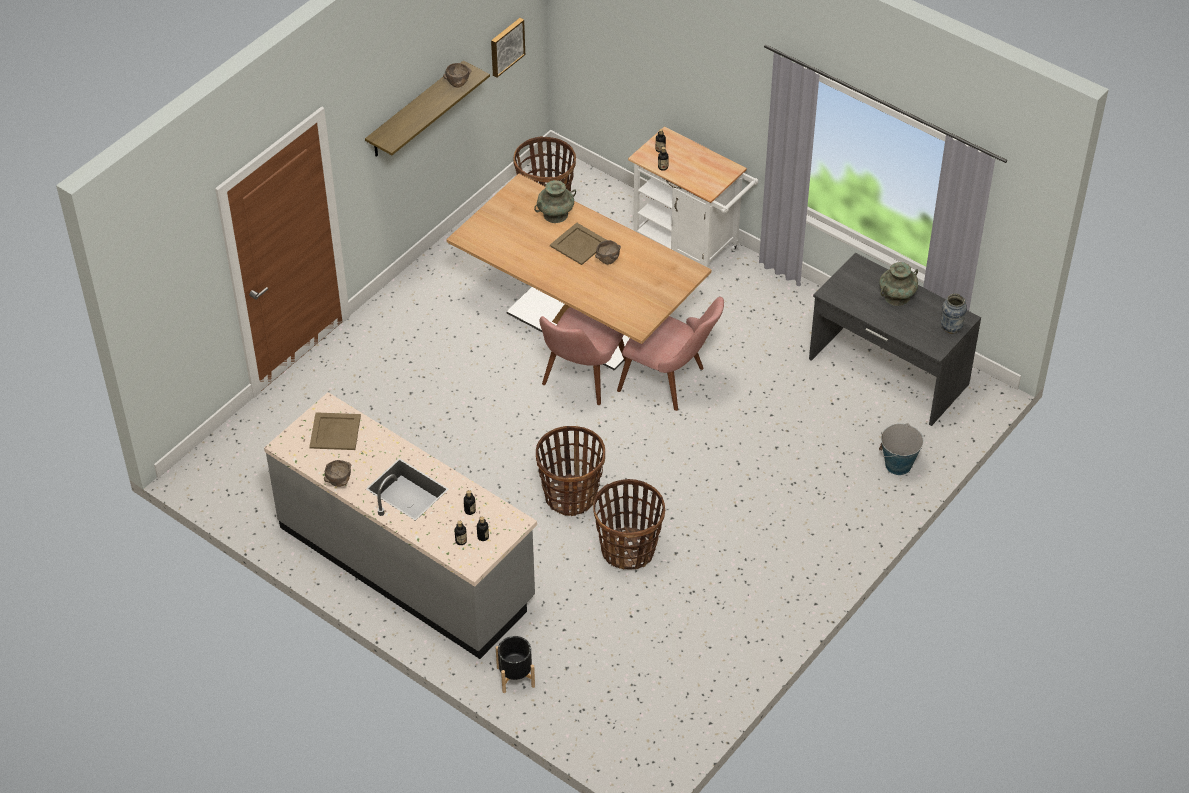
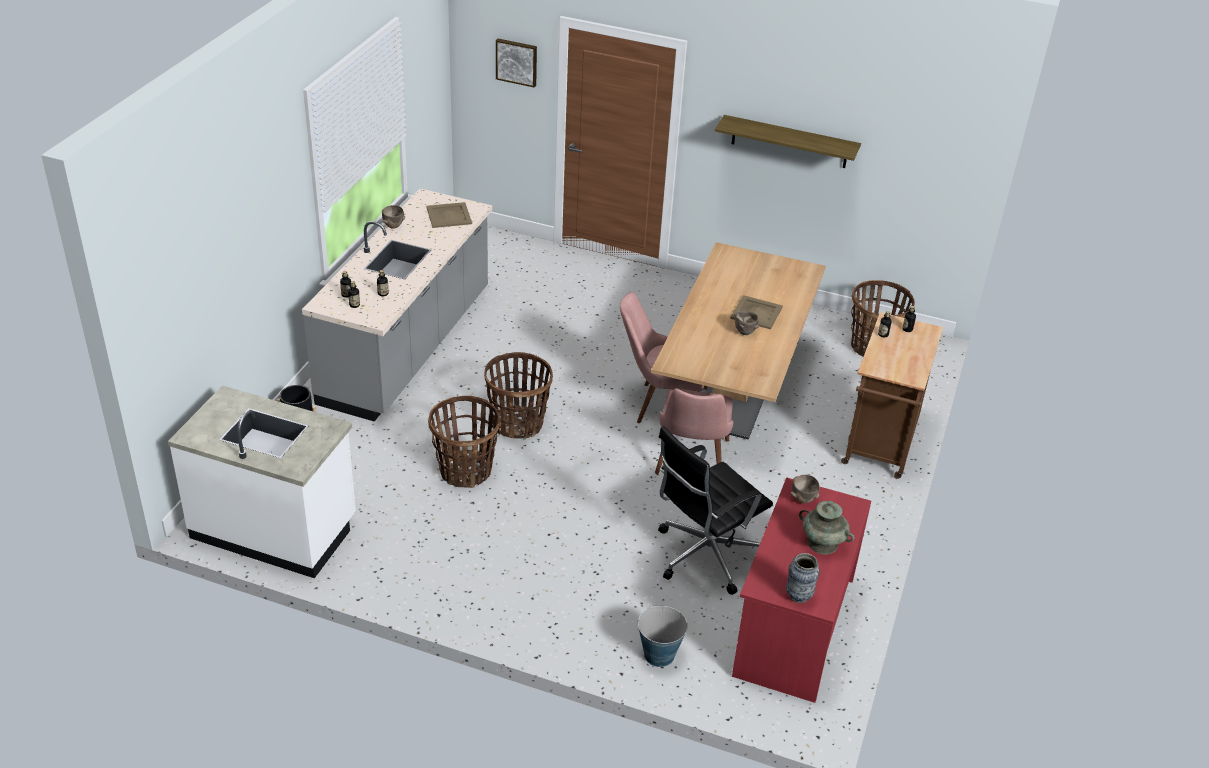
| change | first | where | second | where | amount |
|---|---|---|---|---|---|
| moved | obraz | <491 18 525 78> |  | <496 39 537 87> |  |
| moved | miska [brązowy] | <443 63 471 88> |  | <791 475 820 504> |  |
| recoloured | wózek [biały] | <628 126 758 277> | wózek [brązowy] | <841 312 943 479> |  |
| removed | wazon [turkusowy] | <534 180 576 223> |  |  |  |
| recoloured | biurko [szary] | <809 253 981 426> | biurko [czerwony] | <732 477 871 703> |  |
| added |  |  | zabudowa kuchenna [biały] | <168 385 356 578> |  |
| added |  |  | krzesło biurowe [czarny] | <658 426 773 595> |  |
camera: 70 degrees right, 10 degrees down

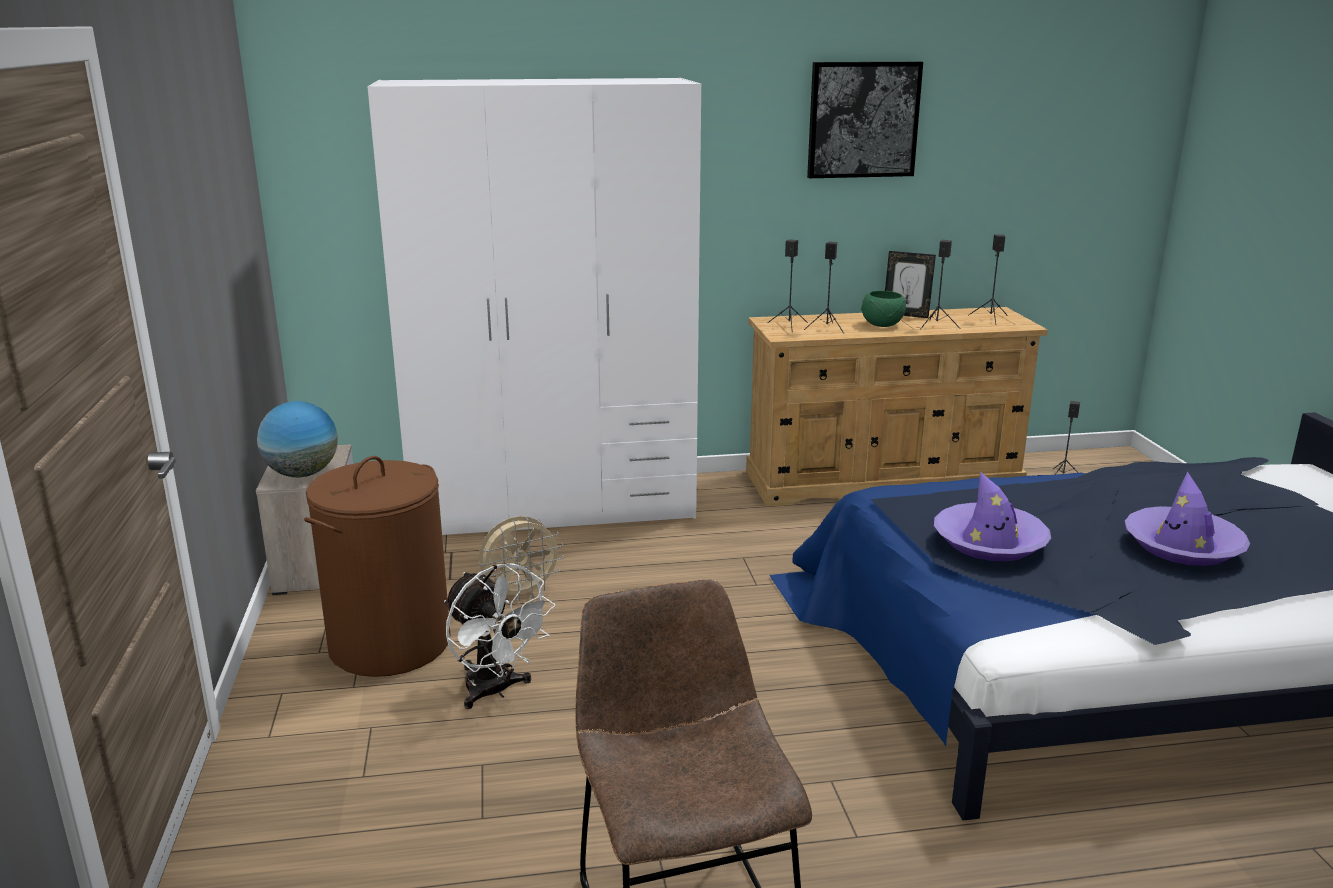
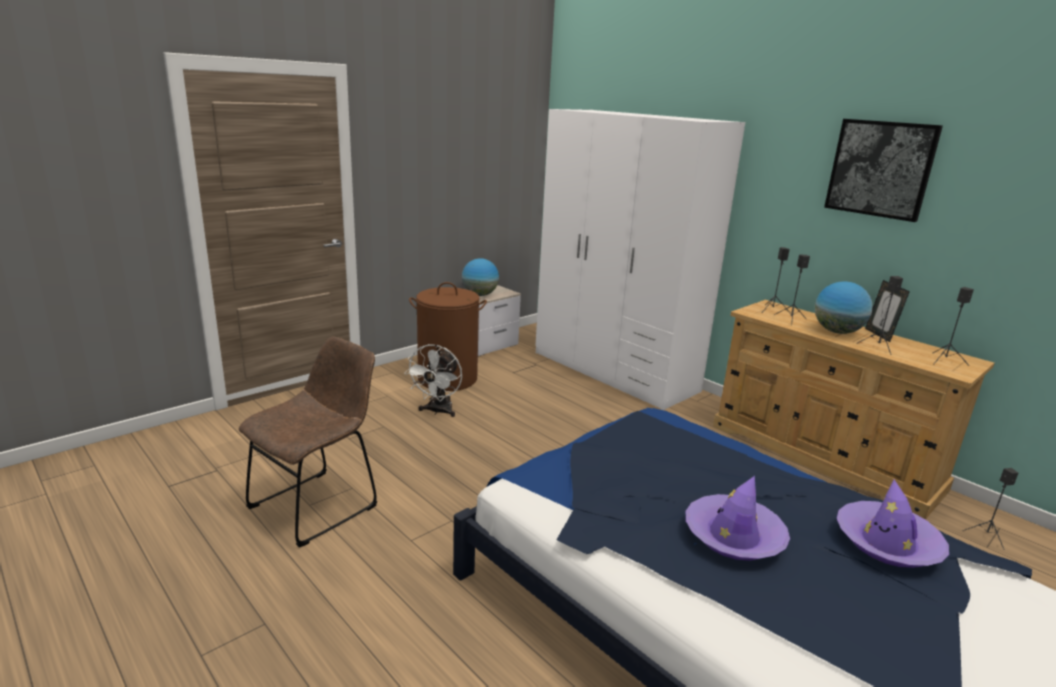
| change | first | where | second | where | amount |
|---|---|---|---|---|---|
| replaced | miska [zielony] | <861 291 906 327> | globus | <815 281 873 334> |  |
| moved | kapelusz [fioletowy] | <934 472 1051 561> |  | <837 479 949 568> |  |
| removed | wentylator [beżowy] | <478 516 564 601> |  |  |  |
camera: 55 degrees right, 0 degrees up

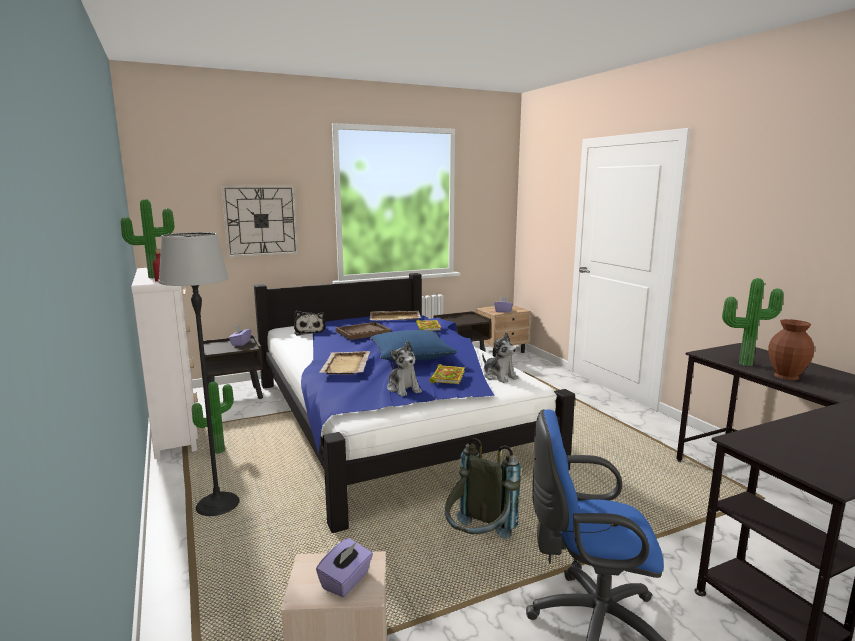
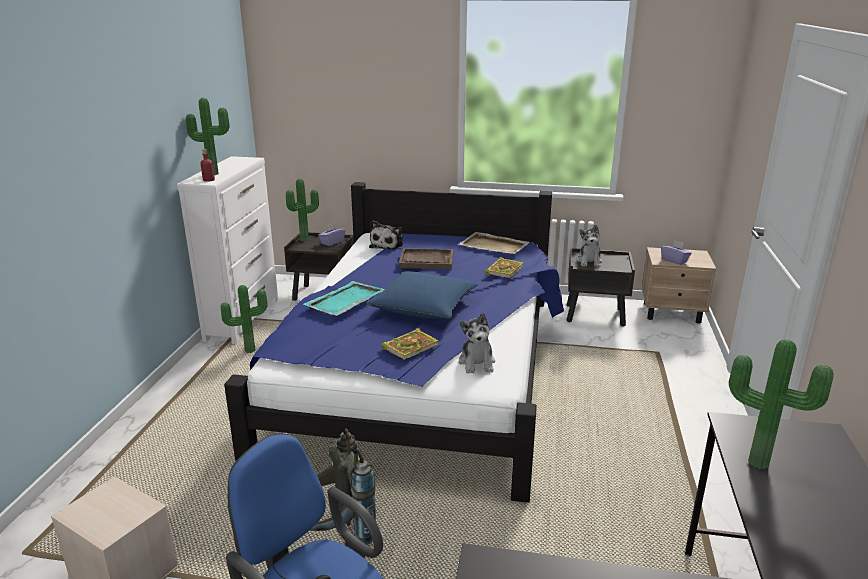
| change | first | where | second | where | amount |
|---|---|---|---|---|---|
| removed | zegar ścienny | <221 185 298 258> |  |  |  |
| removed | lampa stojąca | <159 232 240 516> |  |  |  |
| removed | wazon [brązowy] | <768 319 814 380> |  |  |  |
| moved | pluszak | <387 341 422 397> |  | <577 225 602 267> |  |
| recoloured | taca [beżowy] | <319 351 370 375> | taca [turkusowy] | <303 281 384 316> |  |
| removed | pudełko chusteczek [fioletowy] | <316 538 373 597> |  |  |  |
| added |  |  | roślina doniczkowa | <286 179 319 241> |  |
camera: 35 degrees right, 10 degrees up

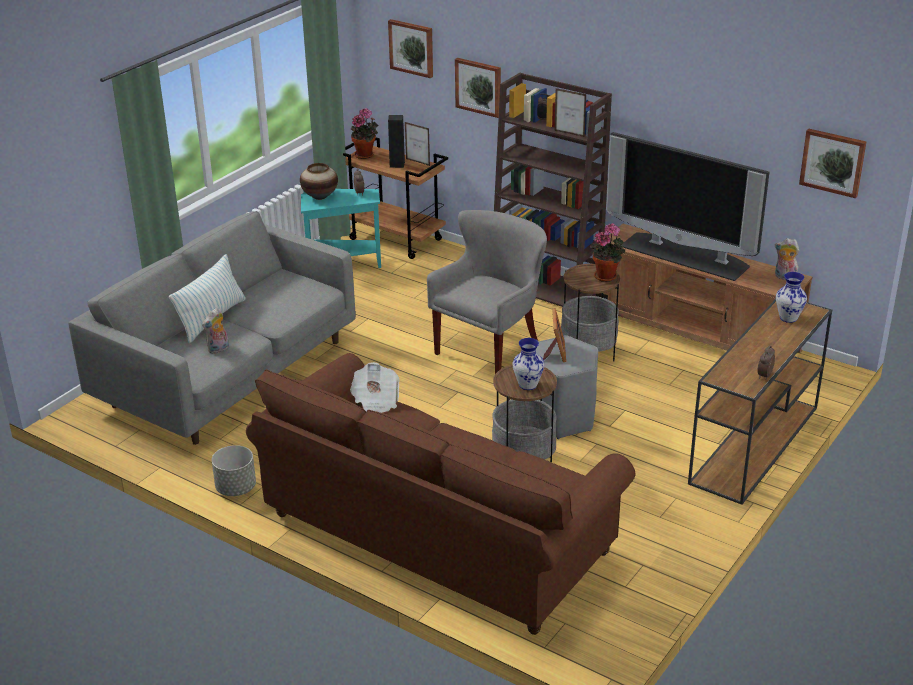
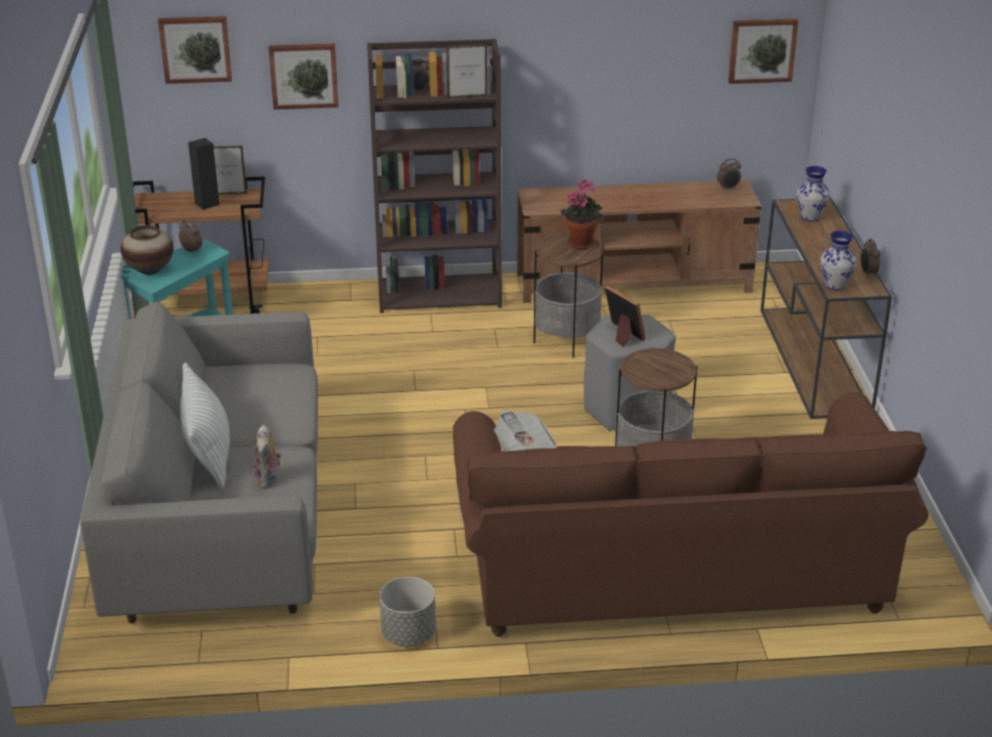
| change | first | where | second | where | amount |
|---|---|---|---|---|---|
| removed | roślina doniczkowa | <351 108 378 159> |  |  |  |
| removed | telewizor | <606 132 770 281> |  |  |  |
| removed | fotel [szary] | <427 210 547 374> |  |  |  |
| replaced | pluszak | <775 238 799 280> | budzik | <717 158 741 190> |  |
| moved | wazon | <513 338 544 390> |  | <820 231 857 290> |  |
camera: 40 degrees left, 0 degrees up

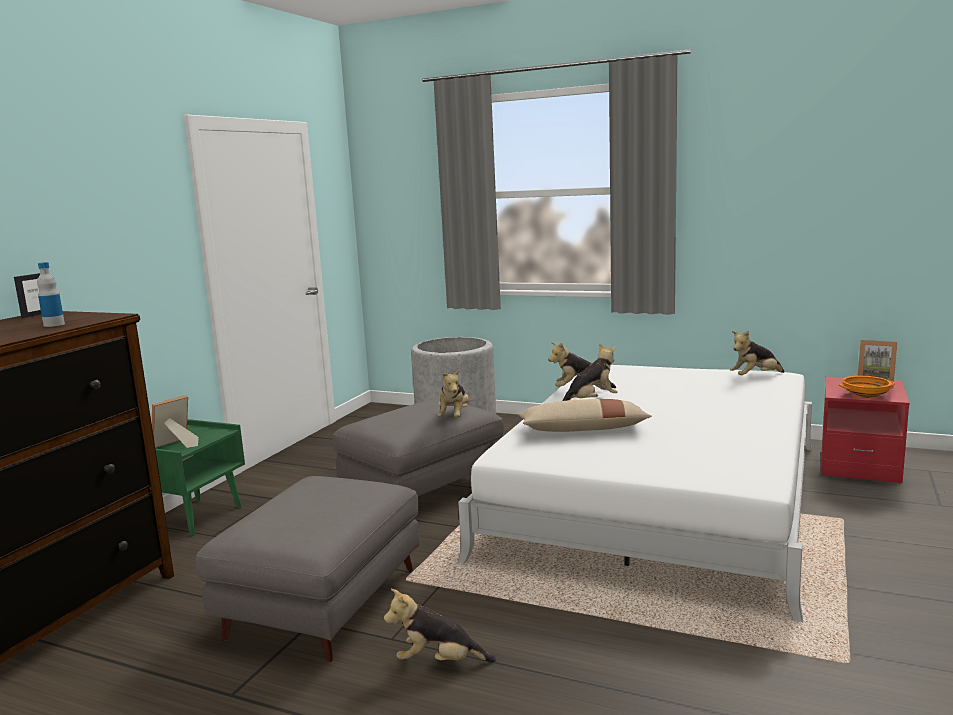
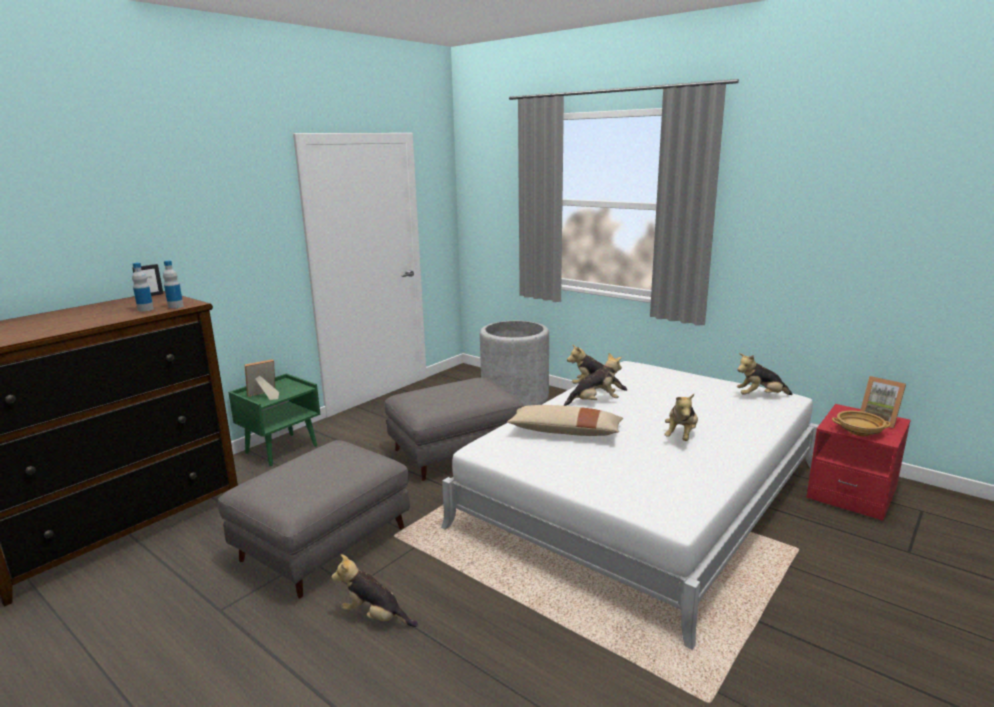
| change | first | where | second | where | amount |
|---|---|---|---|---|---|
| moved | pluszak | <437 369 469 418> |  | <665 394 698 441> |  |
| recoloured | miska [pomarańczowy] | <839 376 895 398> | miska [beżowy] | <832 411 891 436> |  |
| added |  |  | butelka | <163 260 184 309> |  |
camera: 15 degrees right, 5 degrees up

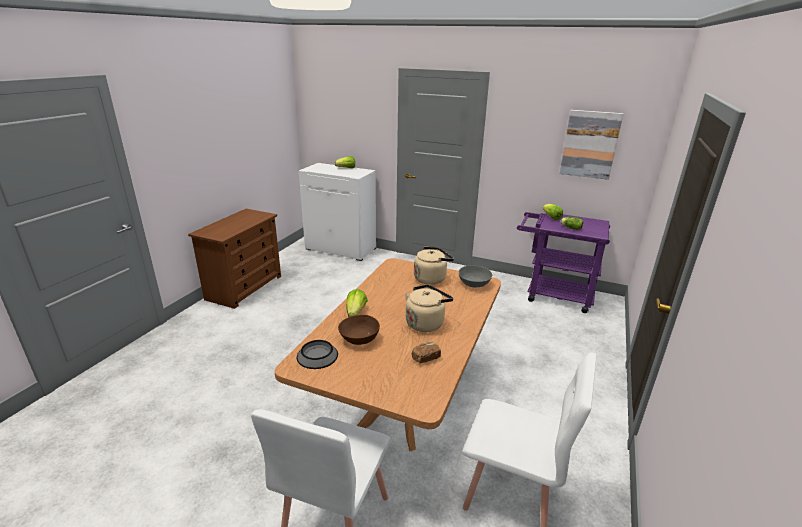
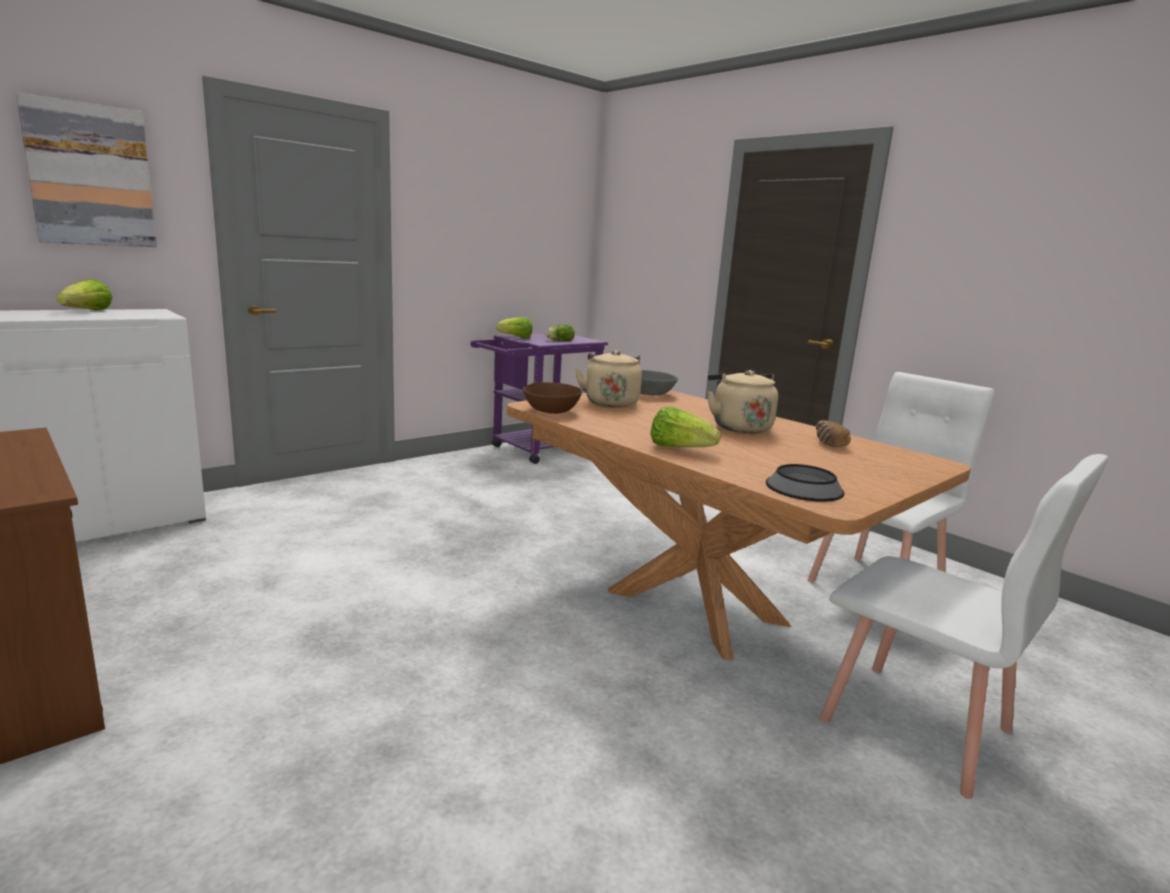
| change | first | where | second | where | amount |
|---|---|---|---|---|---|
| moved | obraz | <560 110 623 180> |  | <16 93 157 247> |  |
| moved | miska [brązowy] | <338 315 380 345> |  | <523 382 582 414> |  |
camera: 65 degrees left, 10 degrees down

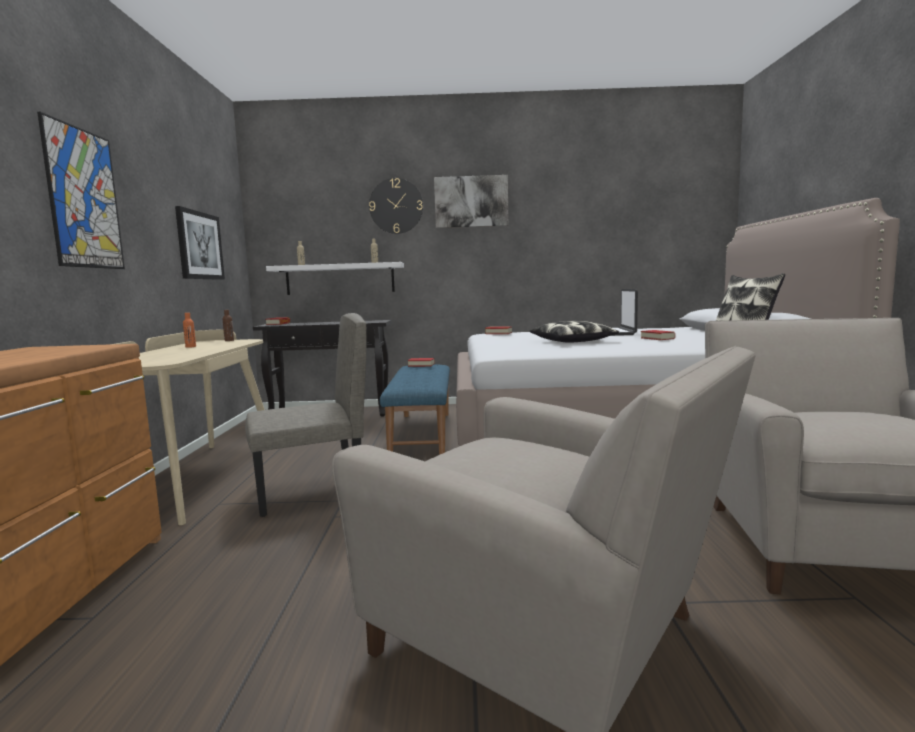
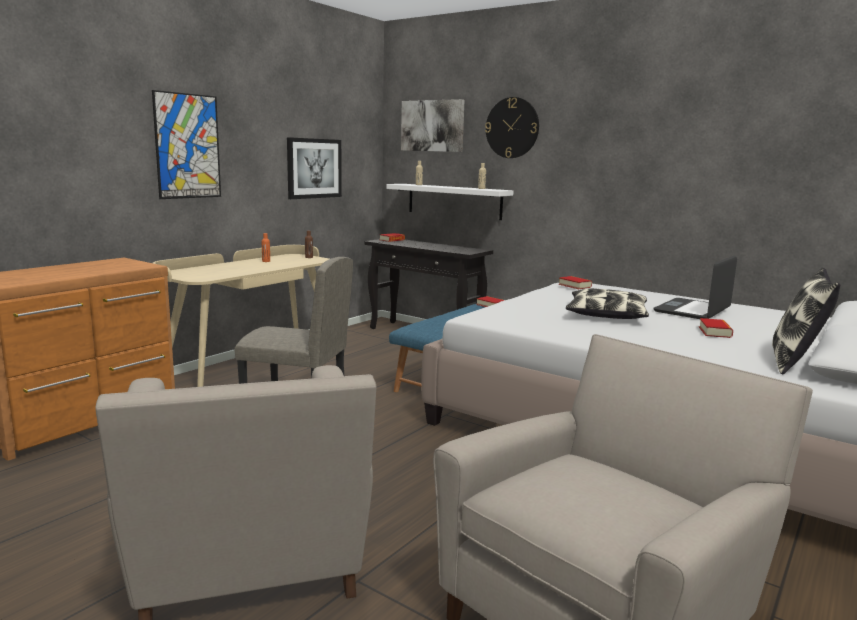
| change | first | where | second | where | amount |
|---|---|---|---|---|---|
| moved | obraz | <434 175 509 228> |  | <401 99 464 152> |  |
camera: 35 degrees right, 5 degrees up

